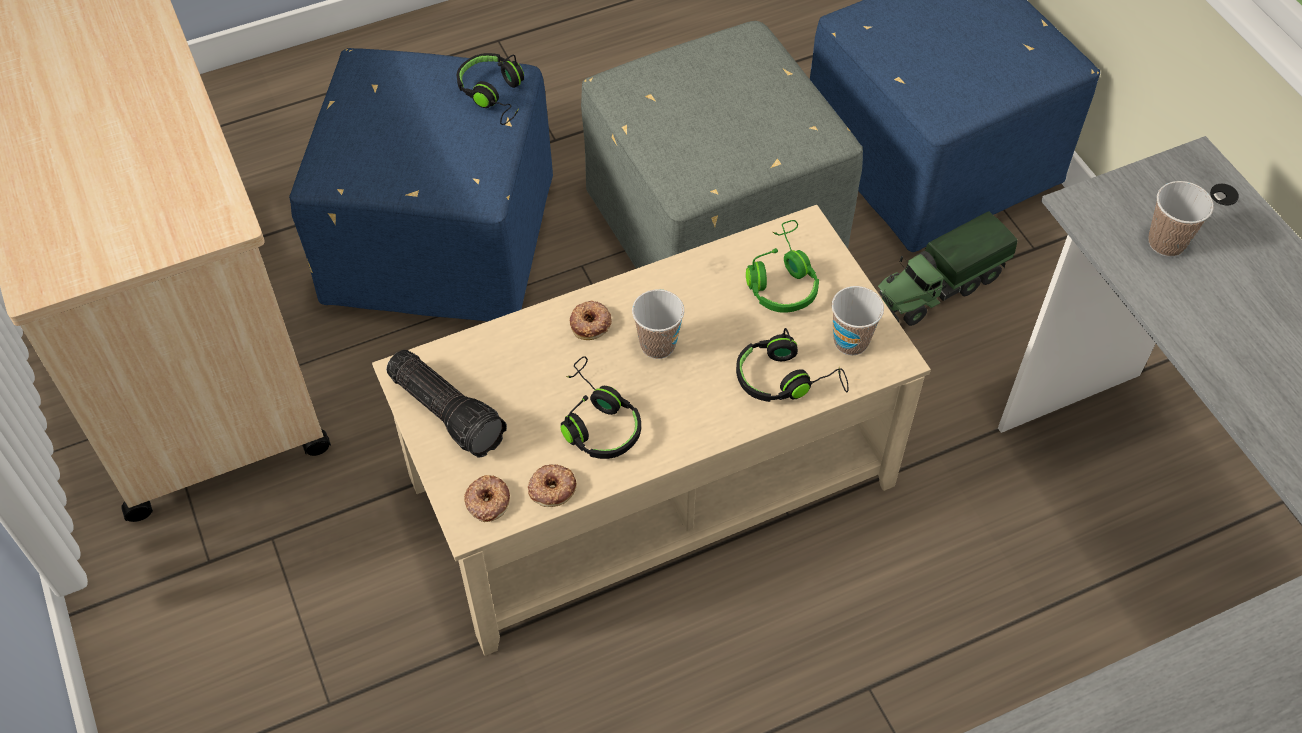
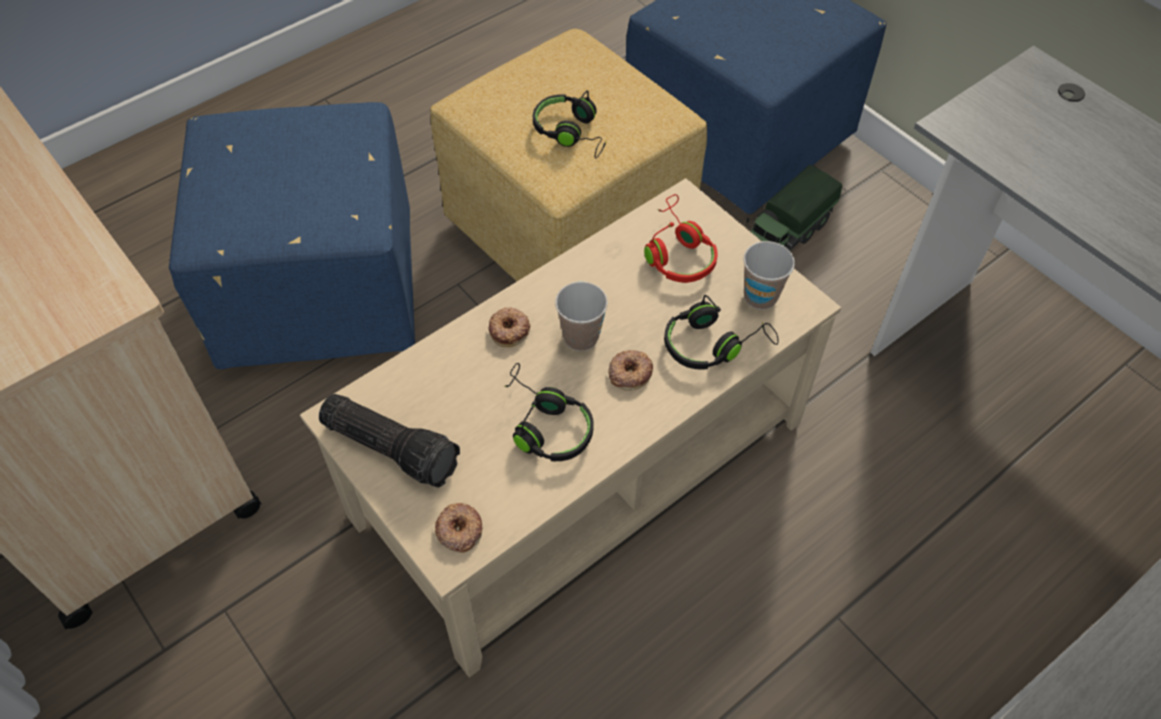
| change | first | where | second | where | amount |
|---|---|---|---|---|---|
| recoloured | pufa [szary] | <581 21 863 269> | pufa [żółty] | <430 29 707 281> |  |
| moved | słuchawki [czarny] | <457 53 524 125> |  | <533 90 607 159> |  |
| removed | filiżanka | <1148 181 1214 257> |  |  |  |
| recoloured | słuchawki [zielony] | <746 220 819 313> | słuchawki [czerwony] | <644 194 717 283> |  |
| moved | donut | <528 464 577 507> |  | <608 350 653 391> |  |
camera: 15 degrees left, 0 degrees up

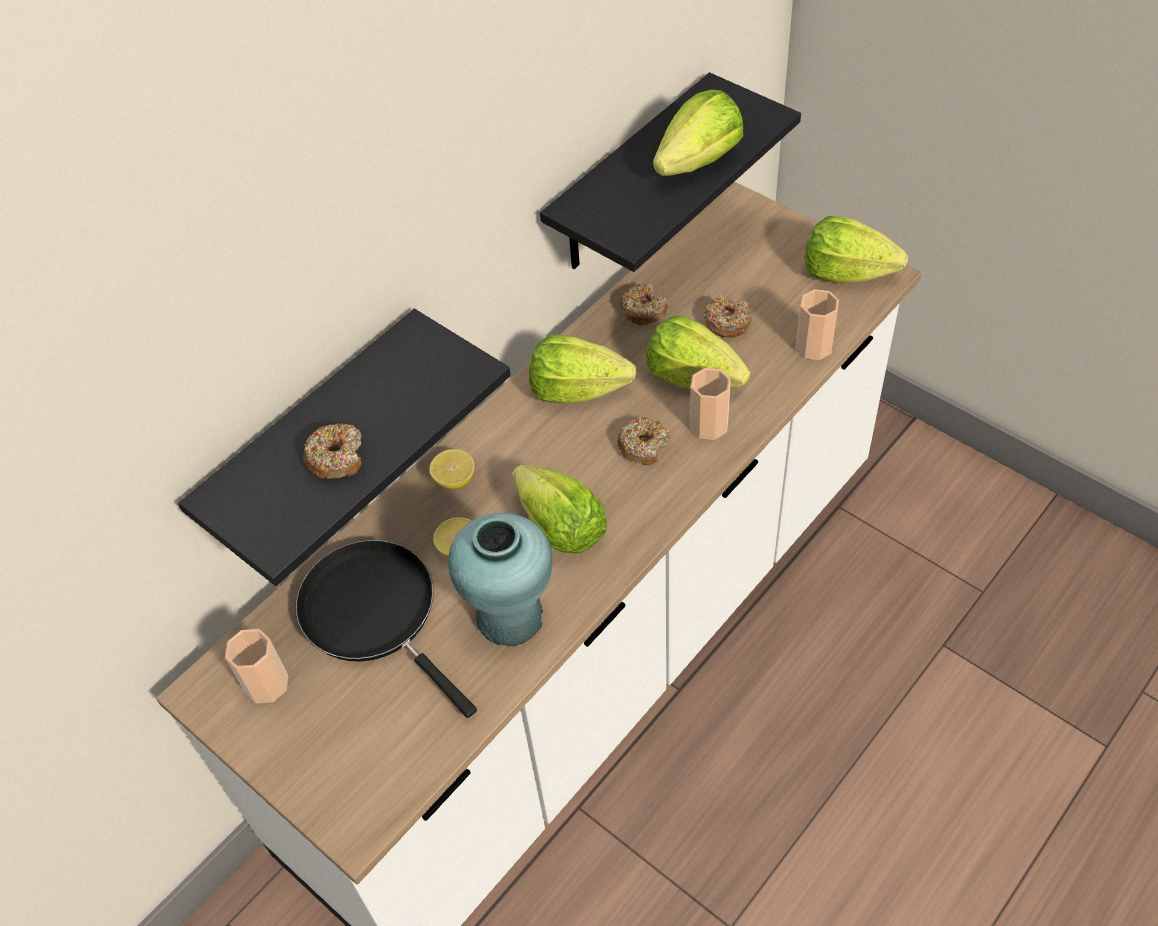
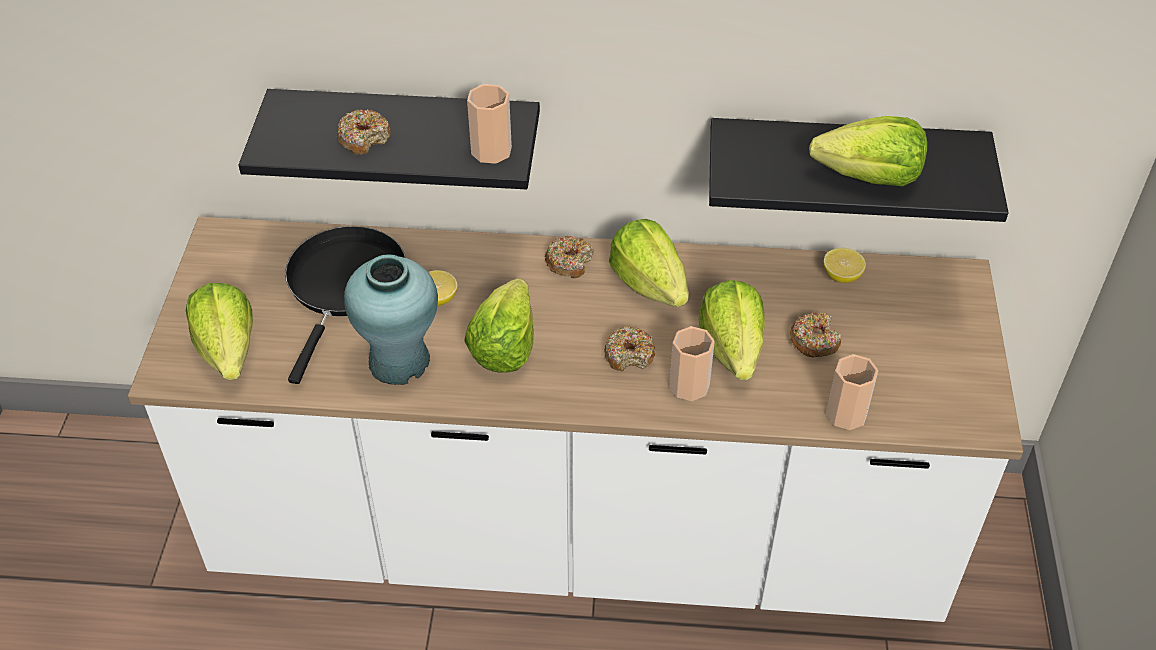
| change | first | where | second | where | amount |
|---|---|---|---|---|---|
| moved | sałata | <804 216 908 283> |  | <186 283 253 380> |  |
| moved | donut | <620 282 668 326> |  | <545 236 594 278> |  |
| moved | cytryna | <429 449 475 489> |  | <823 248 866 283> |  |
| moved | filiżanka | <225 629 288 703> |  | <467 84 512 164> |  |
camera: 50 degrees right, 5 degrees down

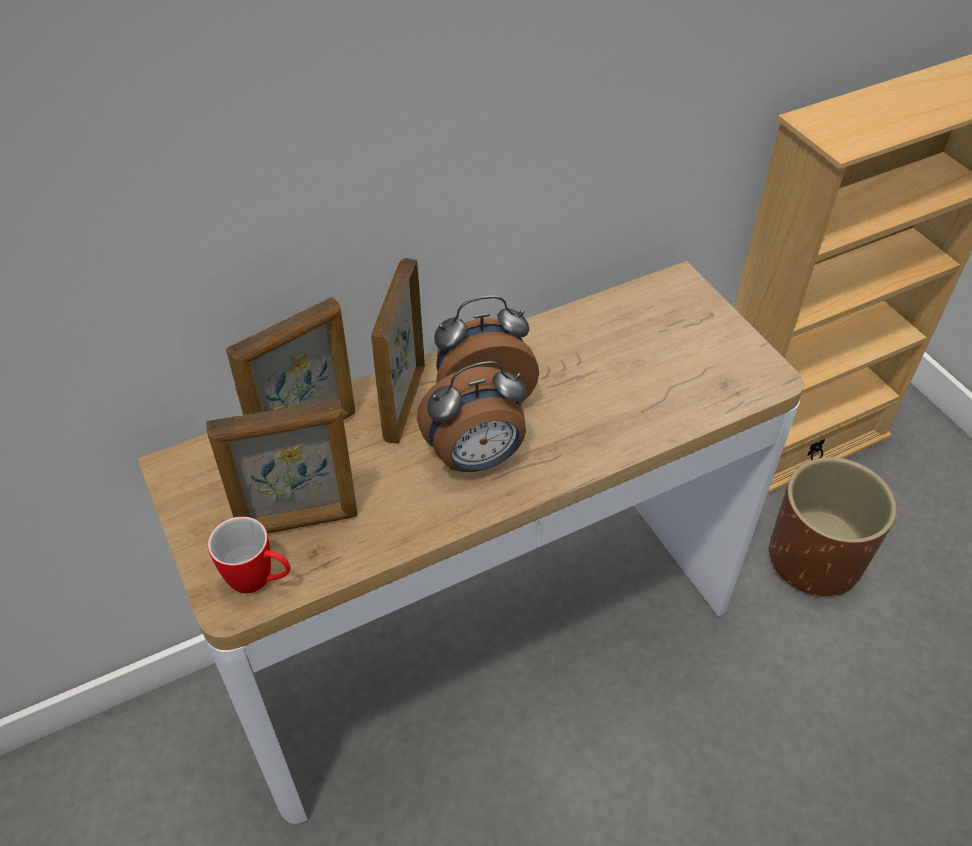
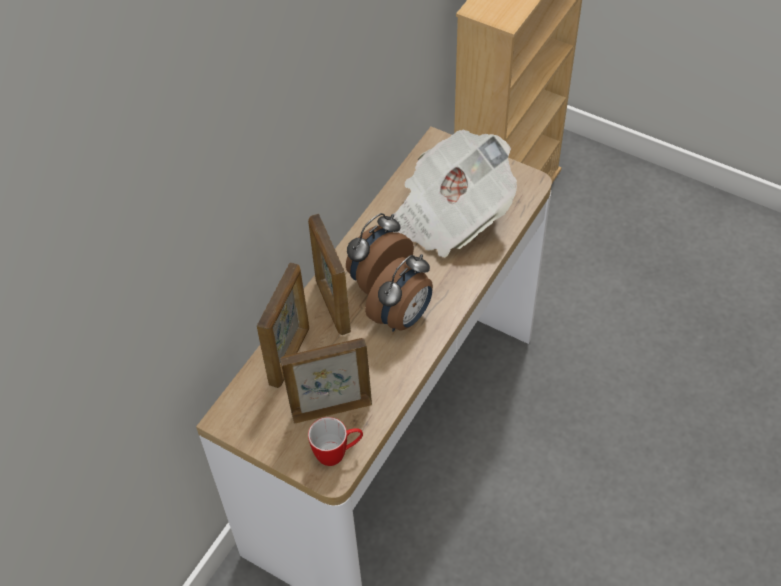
| change | first | where | second | where | amount |
|---|---|---|---|---|---|
| turned | ramka na zdjęcie | <206 399 358 533> |  | <280 338 372 424> | 150 degrees counterclockwise |
| removed | donica [brązowy] | <769 457 897 596> |  |  |  |
| added |  |  | gazeta | <394 130 517 258> |  |
camera: 30 degrees left, 5 degrees up

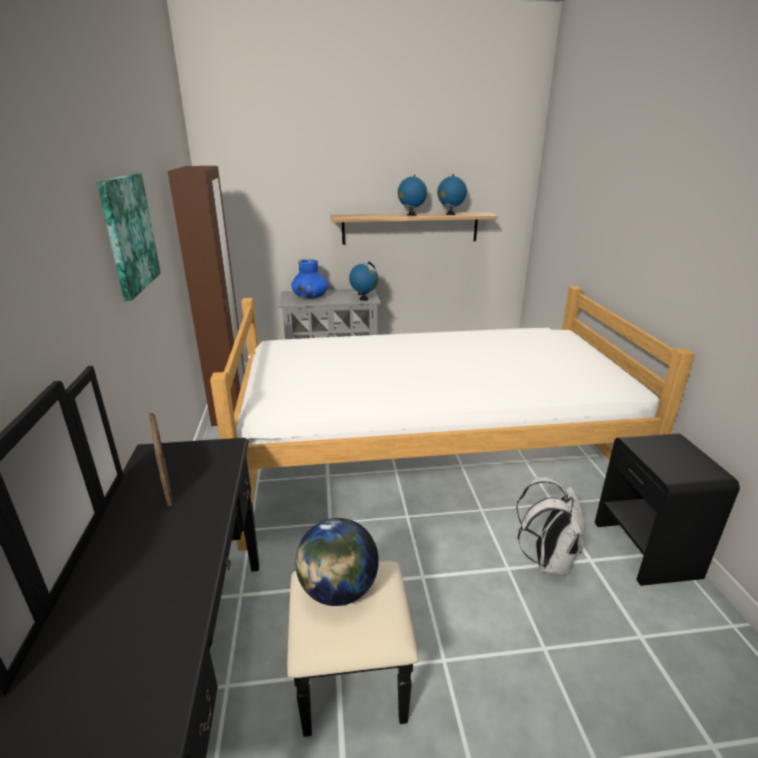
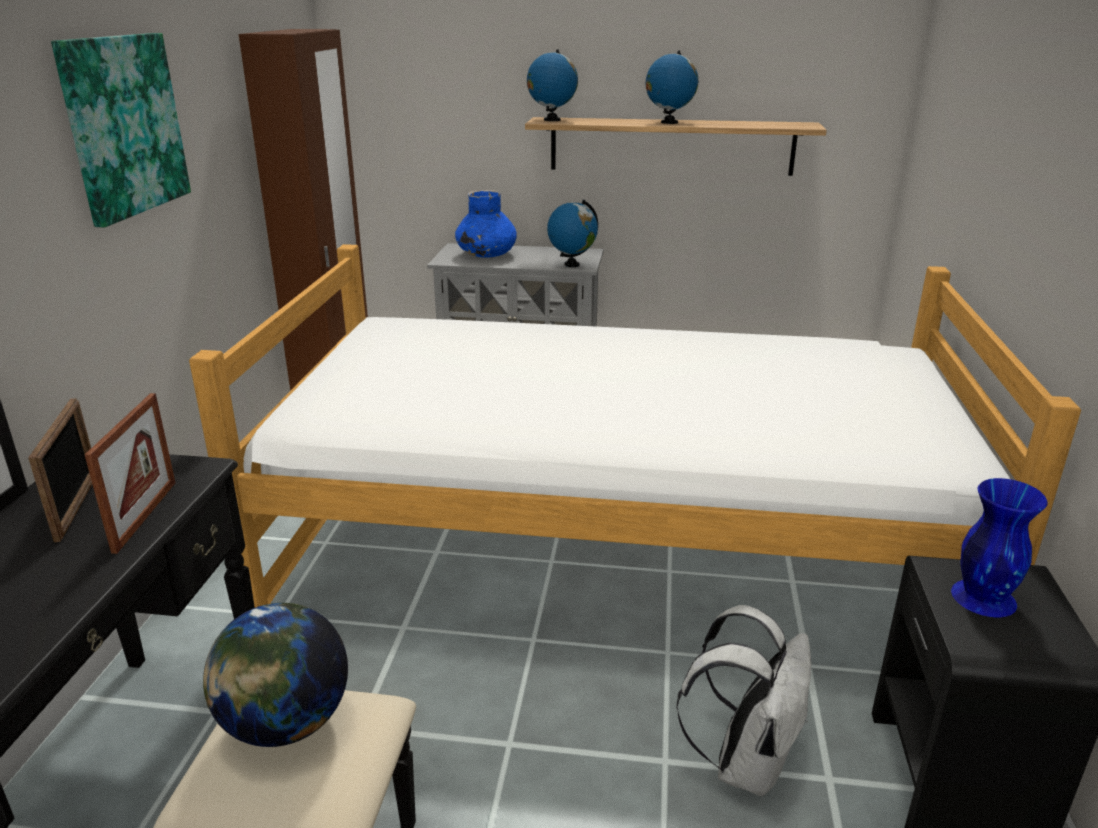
| change | first | where | second | where | amount |
|---|---|---|---|---|---|
| moved | globus | <437 174 467 215> |  | <527 49 578 121> |  |
| added |  |  | ramka na zdjęcie | <85 393 175 554> |  |
| added |  |  | wazon [niebieski] | <951 478 1048 617> |  |
camera: 15 degrees right, 0 degrees up

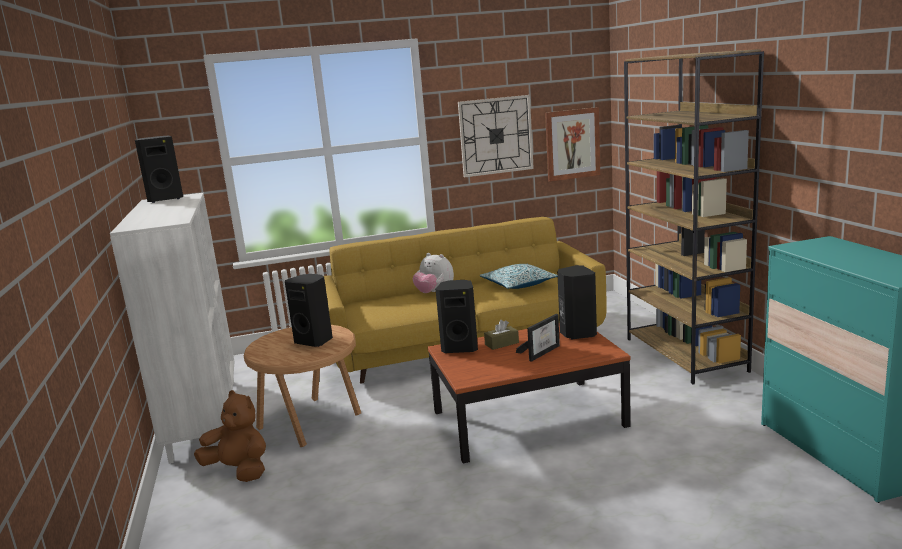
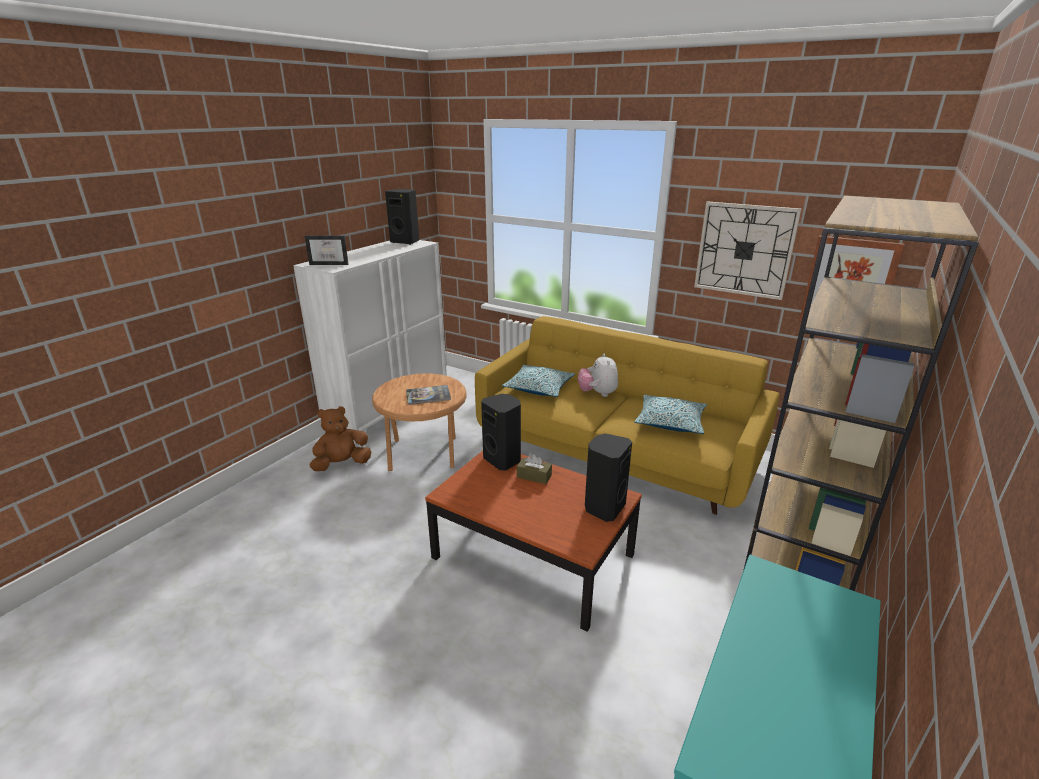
| change | first | where | second | where | amount |
|---|---|---|---|---|---|
| replaced | głośnik [czarny] | <285 274 333 347> | książka | <406 385 451 405> |  |
| moved | ramka na zdjęcie | <516 314 560 362> |  | <305 236 349 265> |  |
| turned | pluszak [brązowy] | <194 390 266 482> |  | <310 406 371 471> | 105 degrees counterclockwise |
| added |  |  | poduszka | <502 365 575 397> |  |
camera: 45 degrees right, 10 degrees up

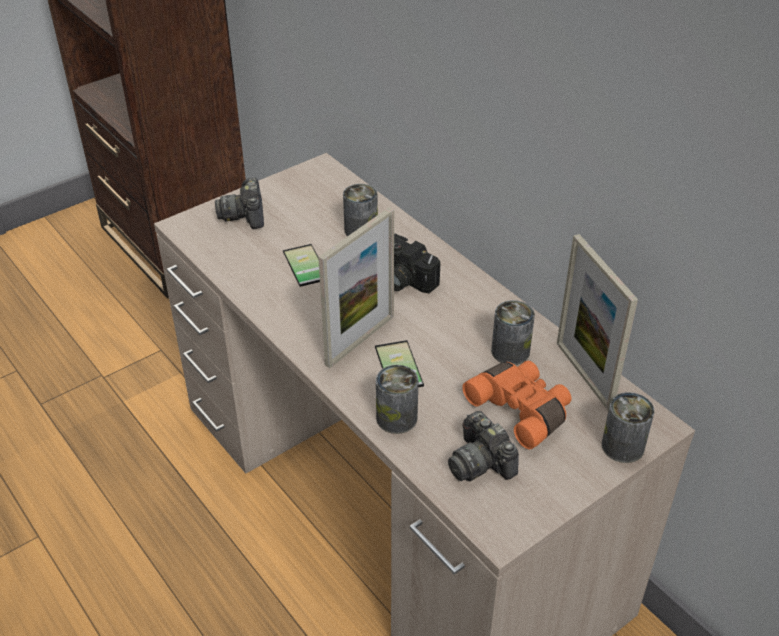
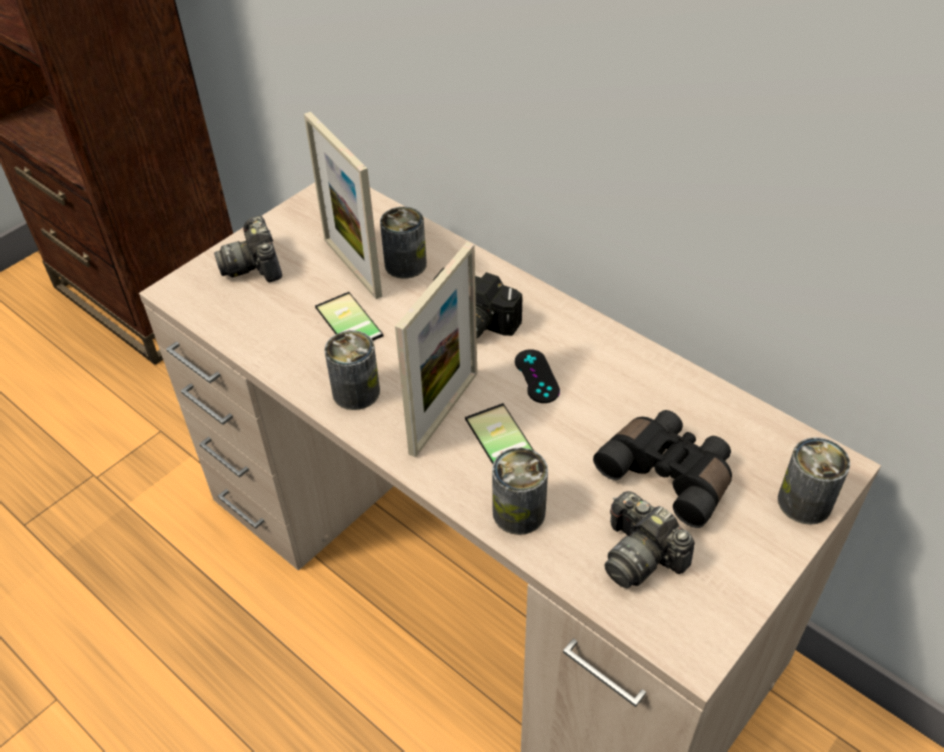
| change | first | where | second | where | amount |
|---|---|---|---|---|---|
| moved | ramka na zdjęcie | <557 234 638 410> |  | <304 112 382 299> |  |
| moved | puszka | <491 300 535 365> |  | <324 330 380 410> |  |
| recoloured | lornetka [pomarańczowy] | <462 361 572 449> | lornetka [czarny] | <593 410 732 528> |  |
| added |  |  | pad do gier [czarny] | <515 349 560 403> |  |
camera: 10 degrees left, 5 degrees up

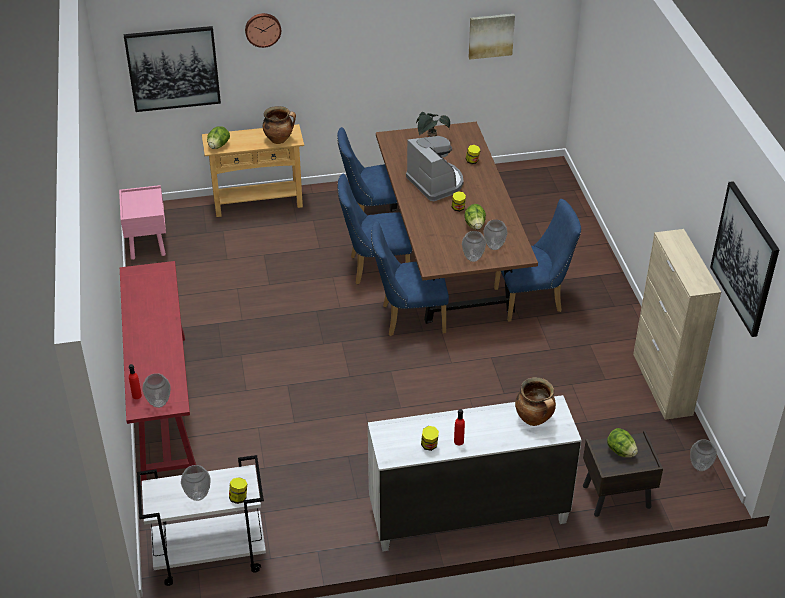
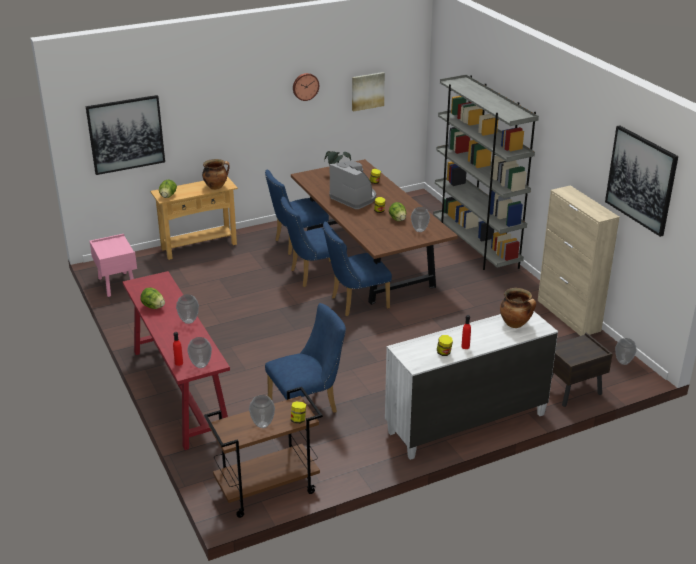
| change | first | where | second | where | amount |
|---|---|---|---|---|---|
| moved | zegar ścienny | <245 13 281 48> |  | <293 73 319 101> |  |
| moved | krzesło [niebieski] | <494 199 581 322> |  | <265 303 346 413> |  |
| moved | wazon | <462 231 486 262> |  | <176 294 199 324> |  |
| moved | sałata | <607 428 638 457> |  | <140 288 165 309> |  |
| recoloured | wózek [biały] | <137 455 266 586> | wózek [brązowy] | <204 387 323 518> |  |
| added |  |  | regał [szary] | <433 75 539 270> |  |
camera: 15 degrees left, 10 degrees down

